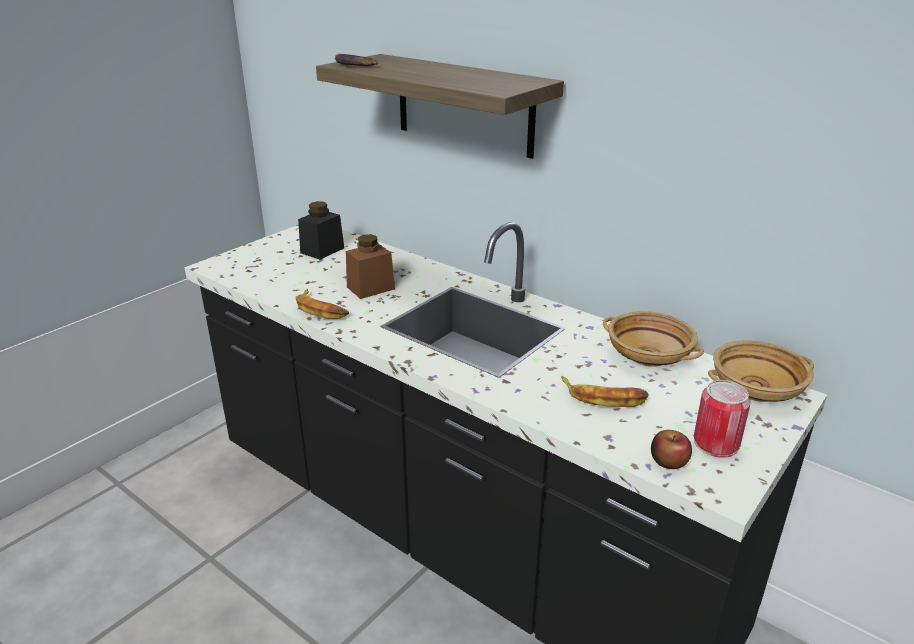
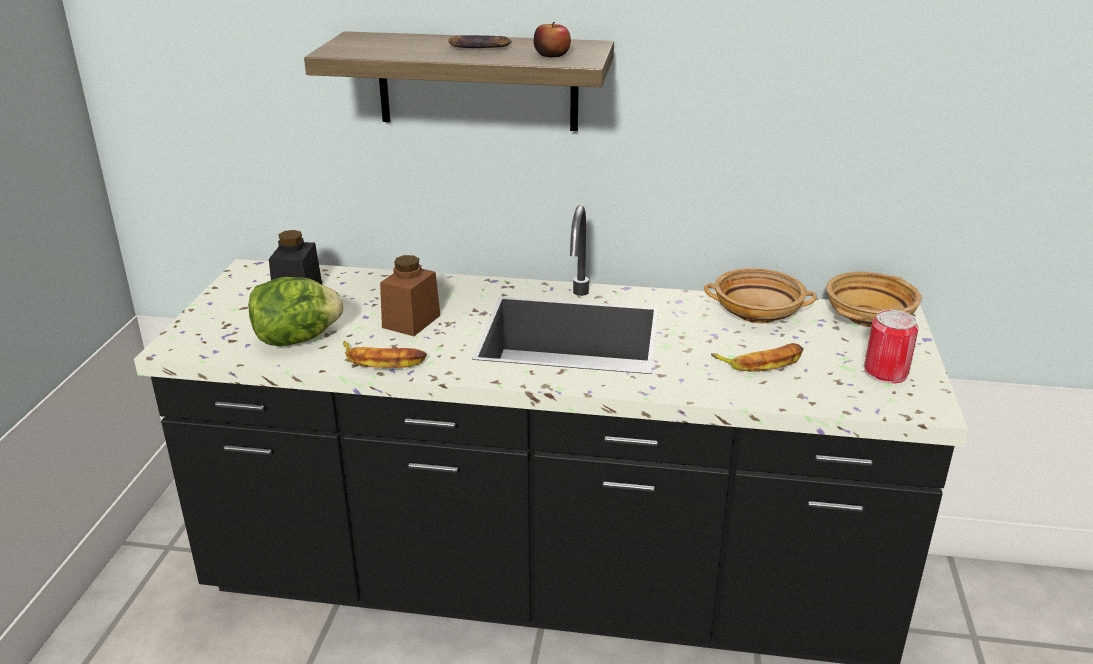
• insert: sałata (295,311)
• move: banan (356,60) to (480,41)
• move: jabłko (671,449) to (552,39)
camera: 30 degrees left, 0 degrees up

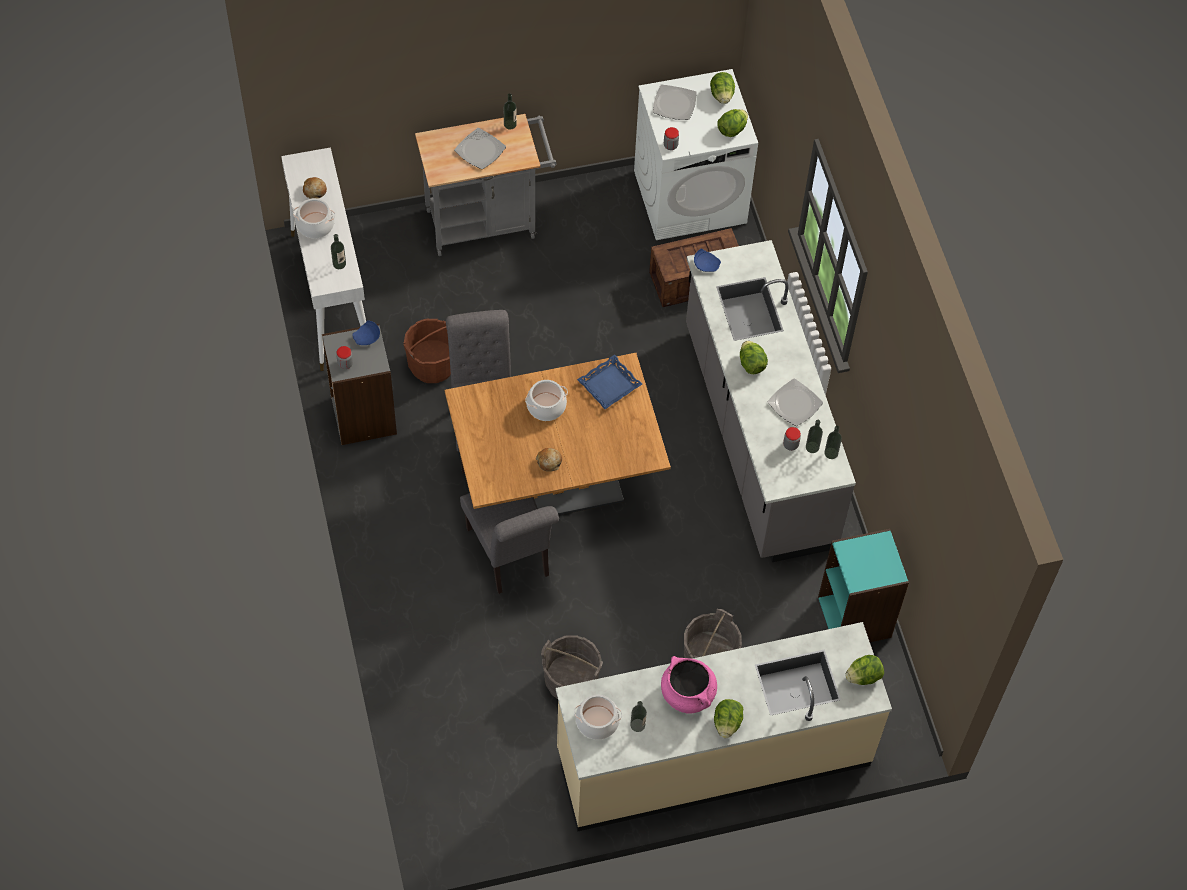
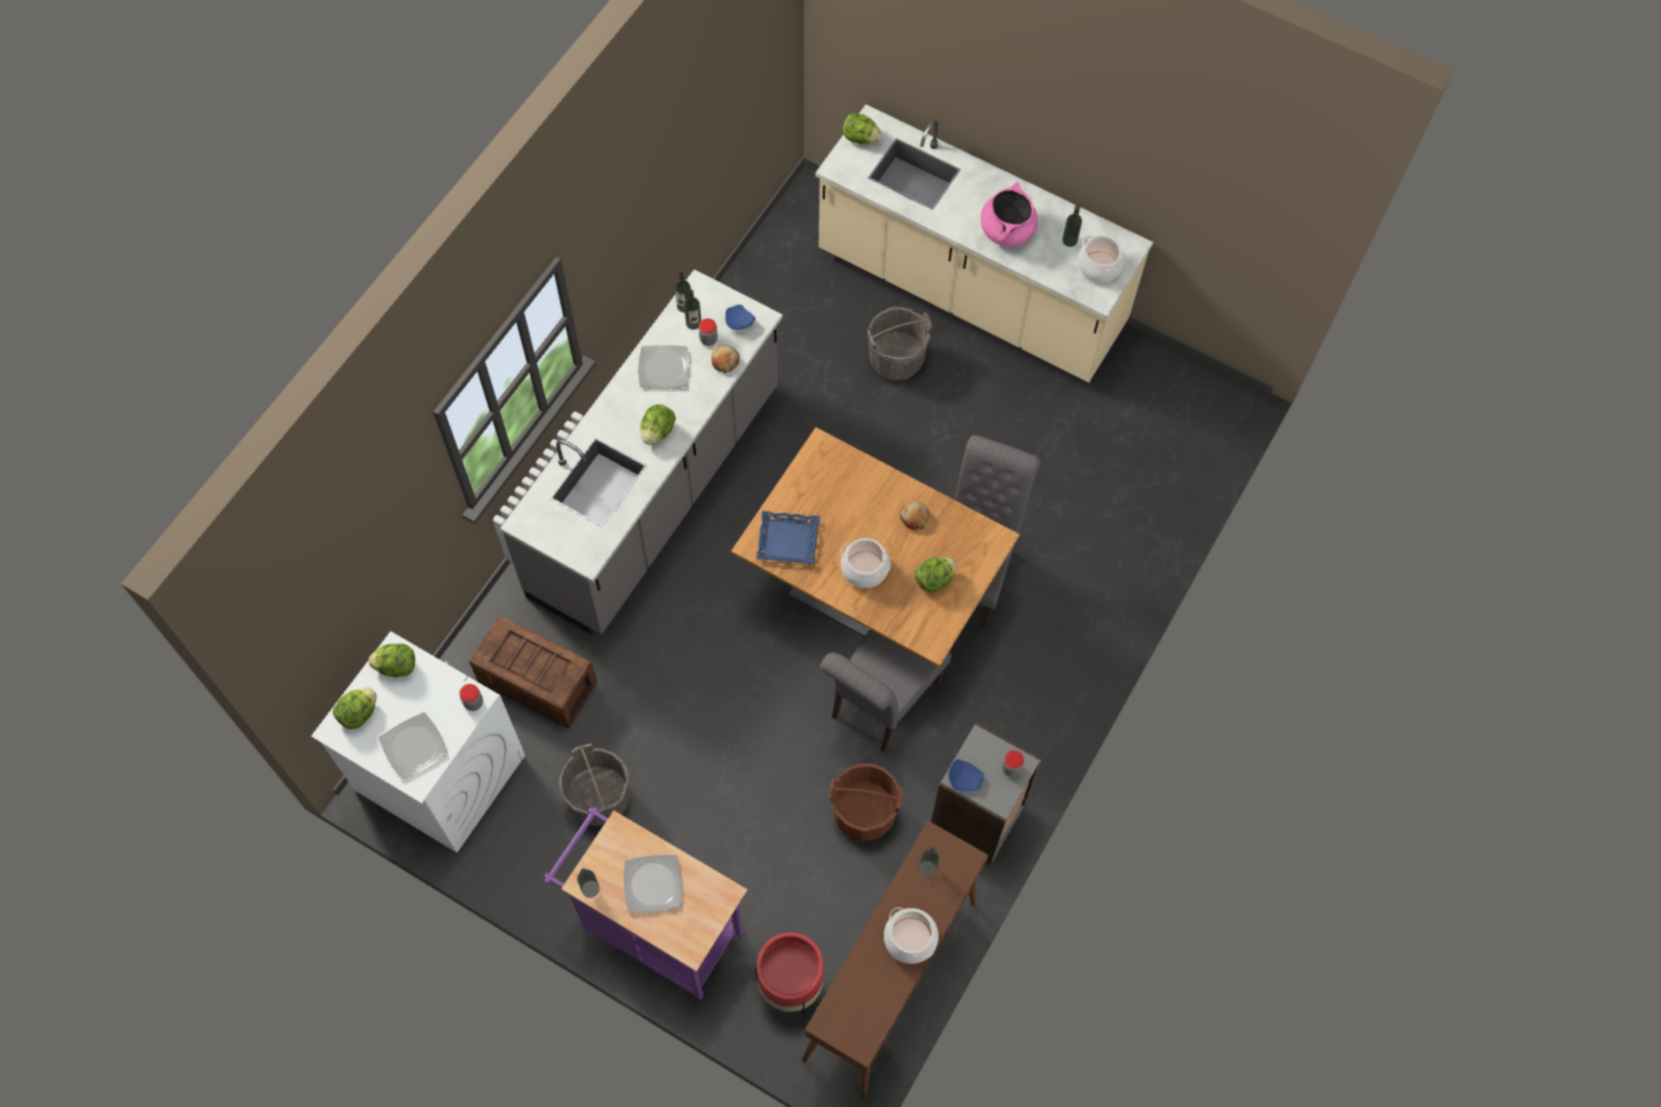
• recolor: wózek (szary) (485,185) to wózek (fioletowy) (646,903)
• move: wiadro (szary) (572,667) to (594,784)
• move: chleb (315,188) to (726,359)
• move: talerz (niebieski) (707,260) to (740,317)
• insert: donica (czerwony) (789,974)
• recolor: stolik konsolowy (biały) (323,259) to stolik konsolowy (brązowy) (895,960)
• move: sałata (728,718) to (935,574)
• delete: regał (turkusowy) (863,585)
camera: 135 degrees left, 5 degrees up

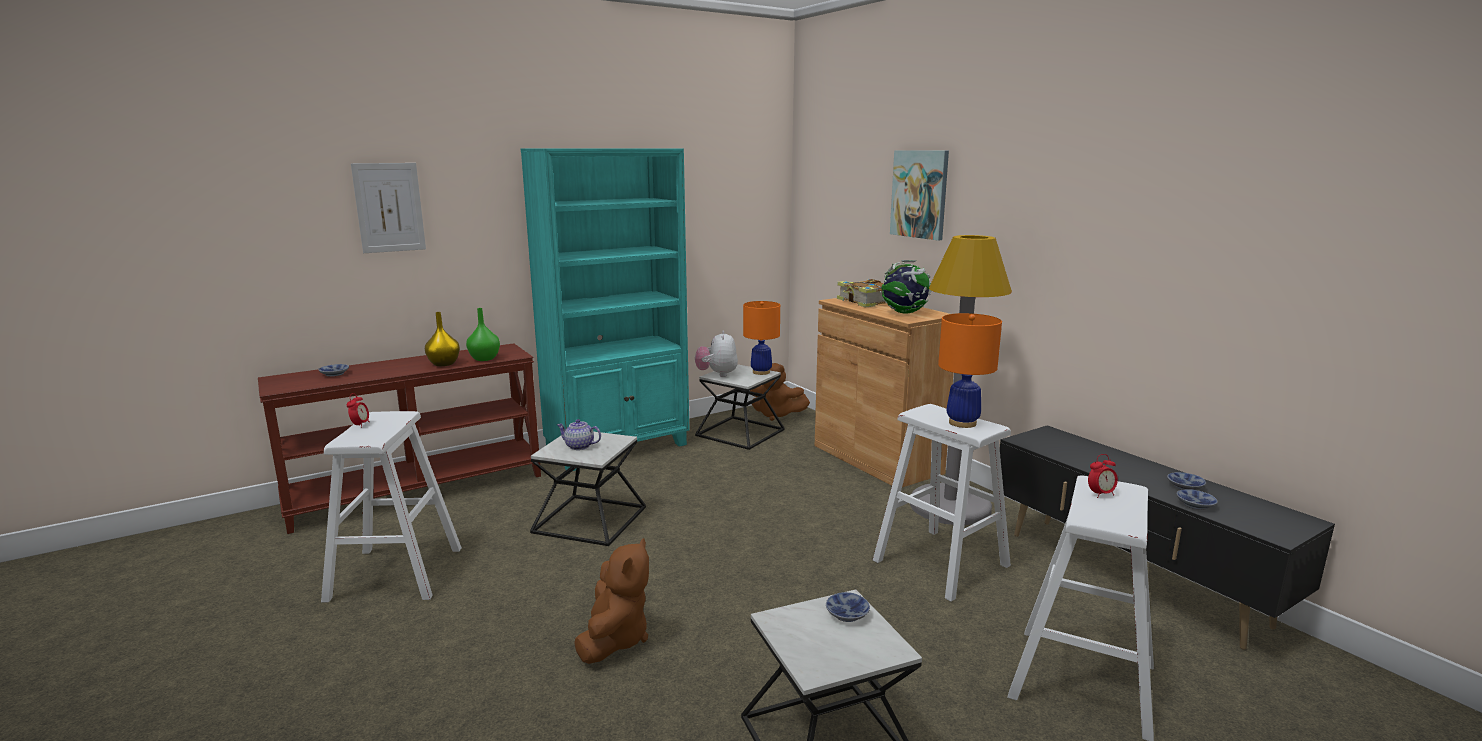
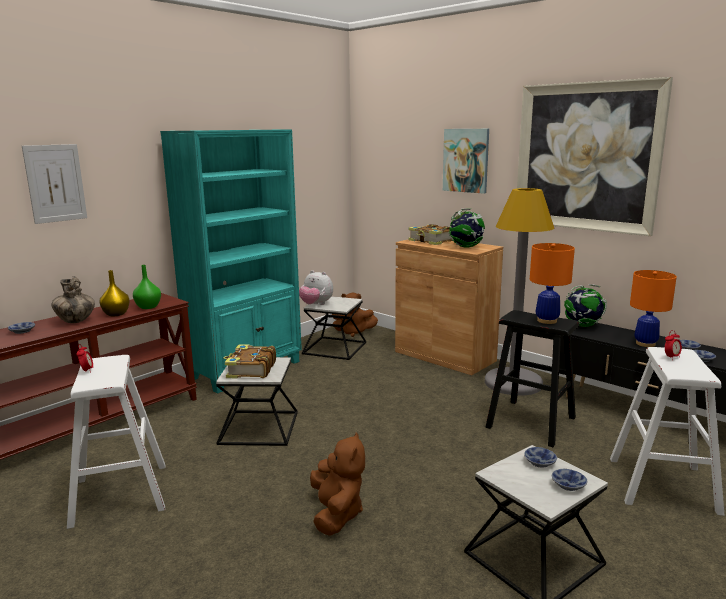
• insert: wazon (73,299)
• replace: imbryk (579,434) to książka (249,361)
• rotate: pluszak (716,353) = (316,287) 45 degrees counterclockwise
• recolor: stołek (biały) (942,502) to stołek (czarny) (533,378)
• insert: obraz (595,156)
• insert: miska (569,480)
• insert: globus (585,305)
• move: lampa stołowa (pomarańczowy) (761,338) to (653,308)
camera: 15 degrees left, 0 degrees up

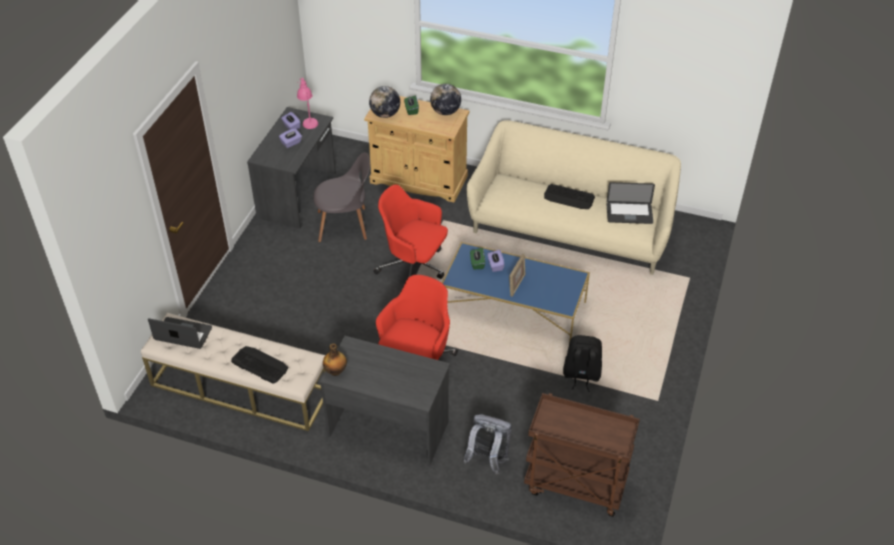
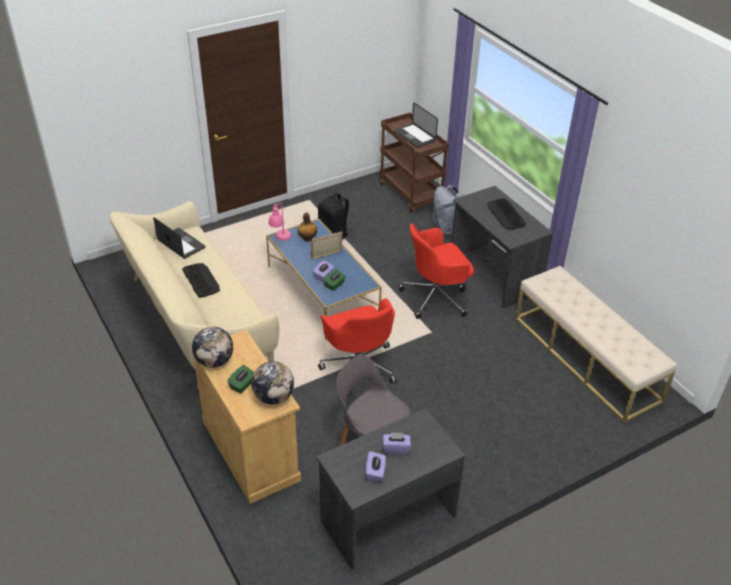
• move: lampa stołowa (różowy) (307,103) to (280,221)
• move: butelka (335,359) to (307,227)
• move: laptop (180,333) to (416,125)
• move: klawiatura (260,365) to (506,213)
camera: 140 degrees left, 5 degrees down

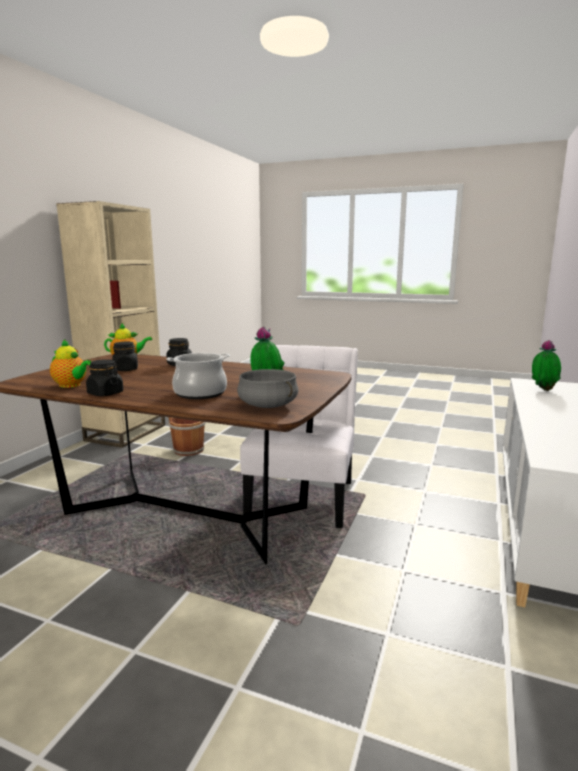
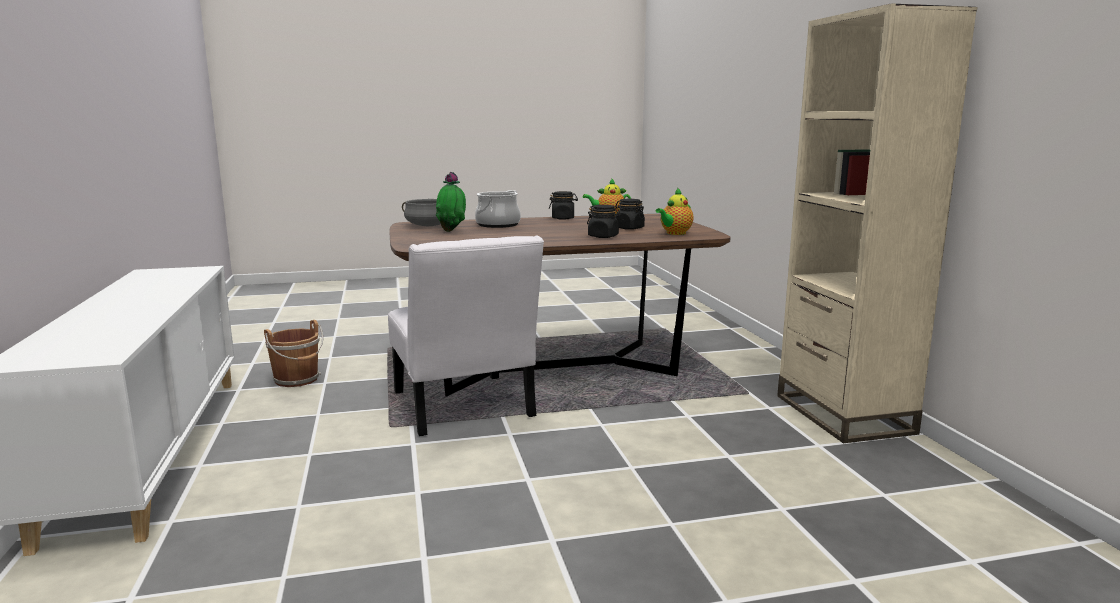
• move: wiadro (brązowy) (187,436) to (293,353)
• delete: roślina doniczkowa (546,365)
camera: 145 degrees right, 0 degrees up

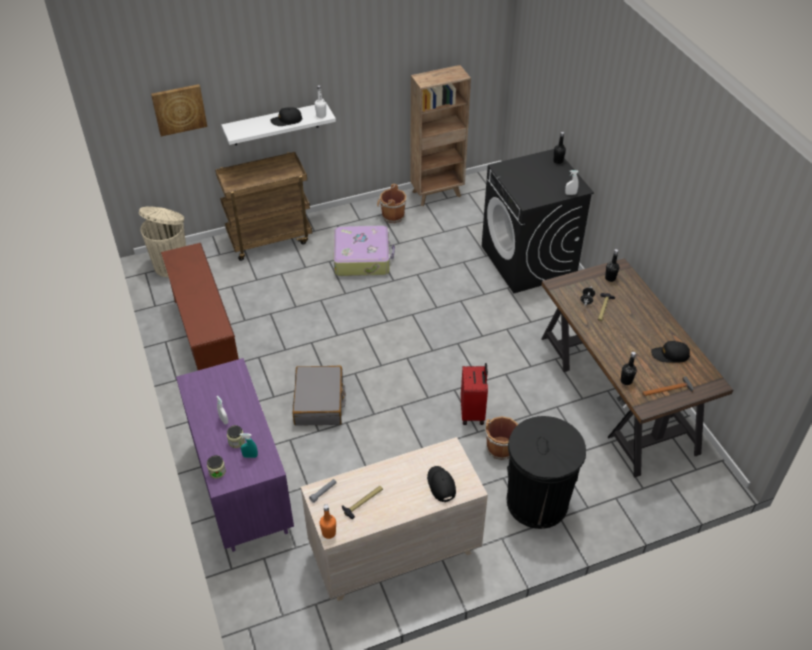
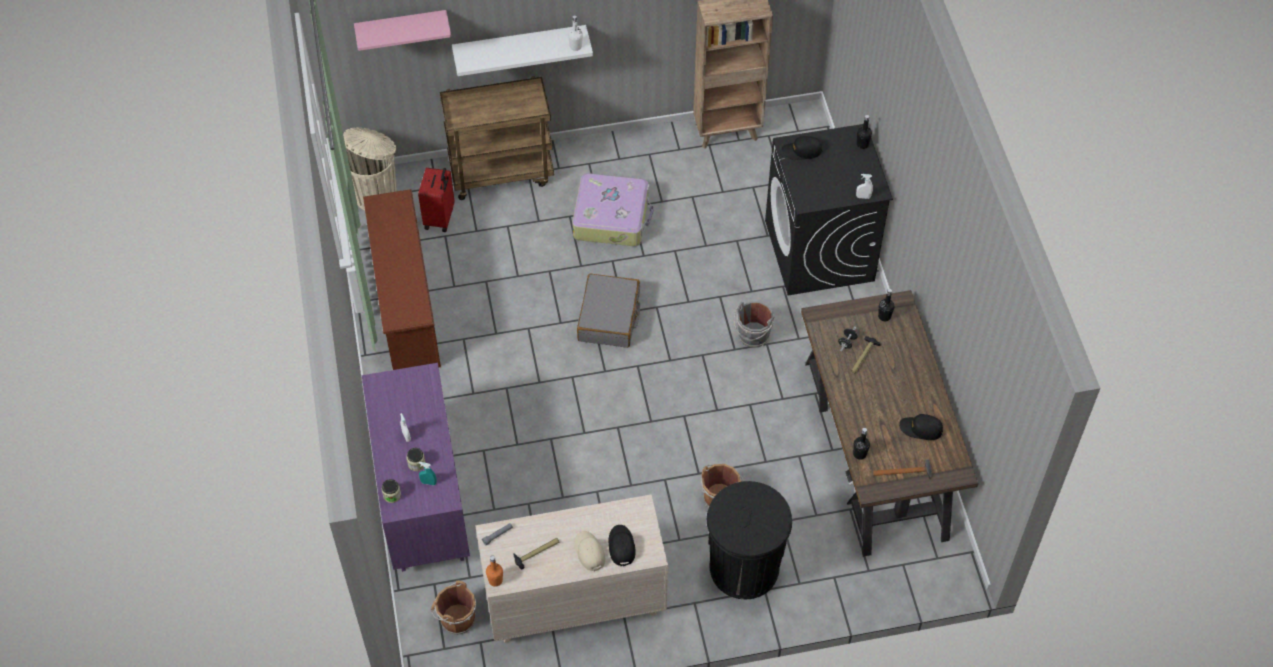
• replace: obraz (179,110) to półka (różowy) (402,30)
• move: walizka (czerwony) (474,394) to (436,200)
• move: wiadro (brązowy) (392,203) to (453,608)
• insert: czapka z daszkiem (beżowy) (589,551)
• move: walizka (szary) (319,395) to (608,310)
• insert: wiadro (szary) (754,325)
• move: czapka z daszkiem (czarny) (286,116) to (802,148)
camera: 10 degrees right, 10 degrees up

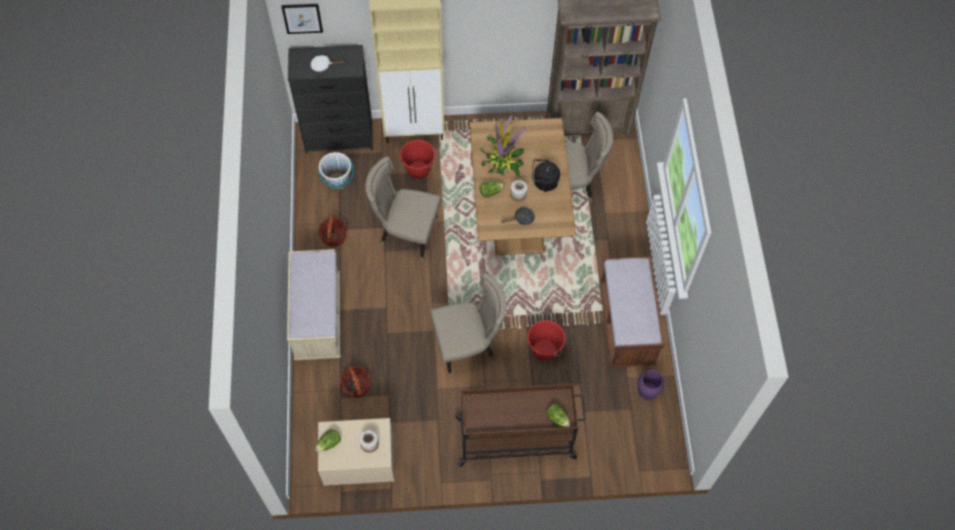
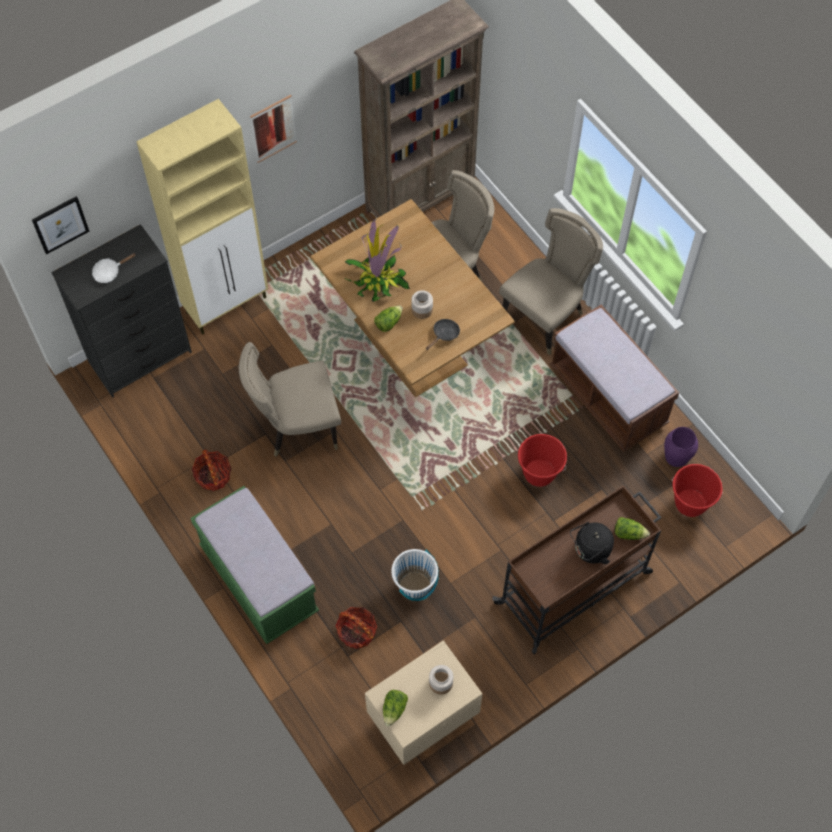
• recolor: ławka (beżowy) (314,304) to ławka (zielony) (254,565)
• insert: obraz (273,129)
• move: wiadro (biały) (336,171) to (415,575)
• move: krzesło (beżowy) (468,325) to (551,281)
• move: czajnik (czarny) (546,175) to (592,543)
• move: wiadro (czerwony) (417,159) to (697,490)
camera: 30 degrees left, 0 degrees up

